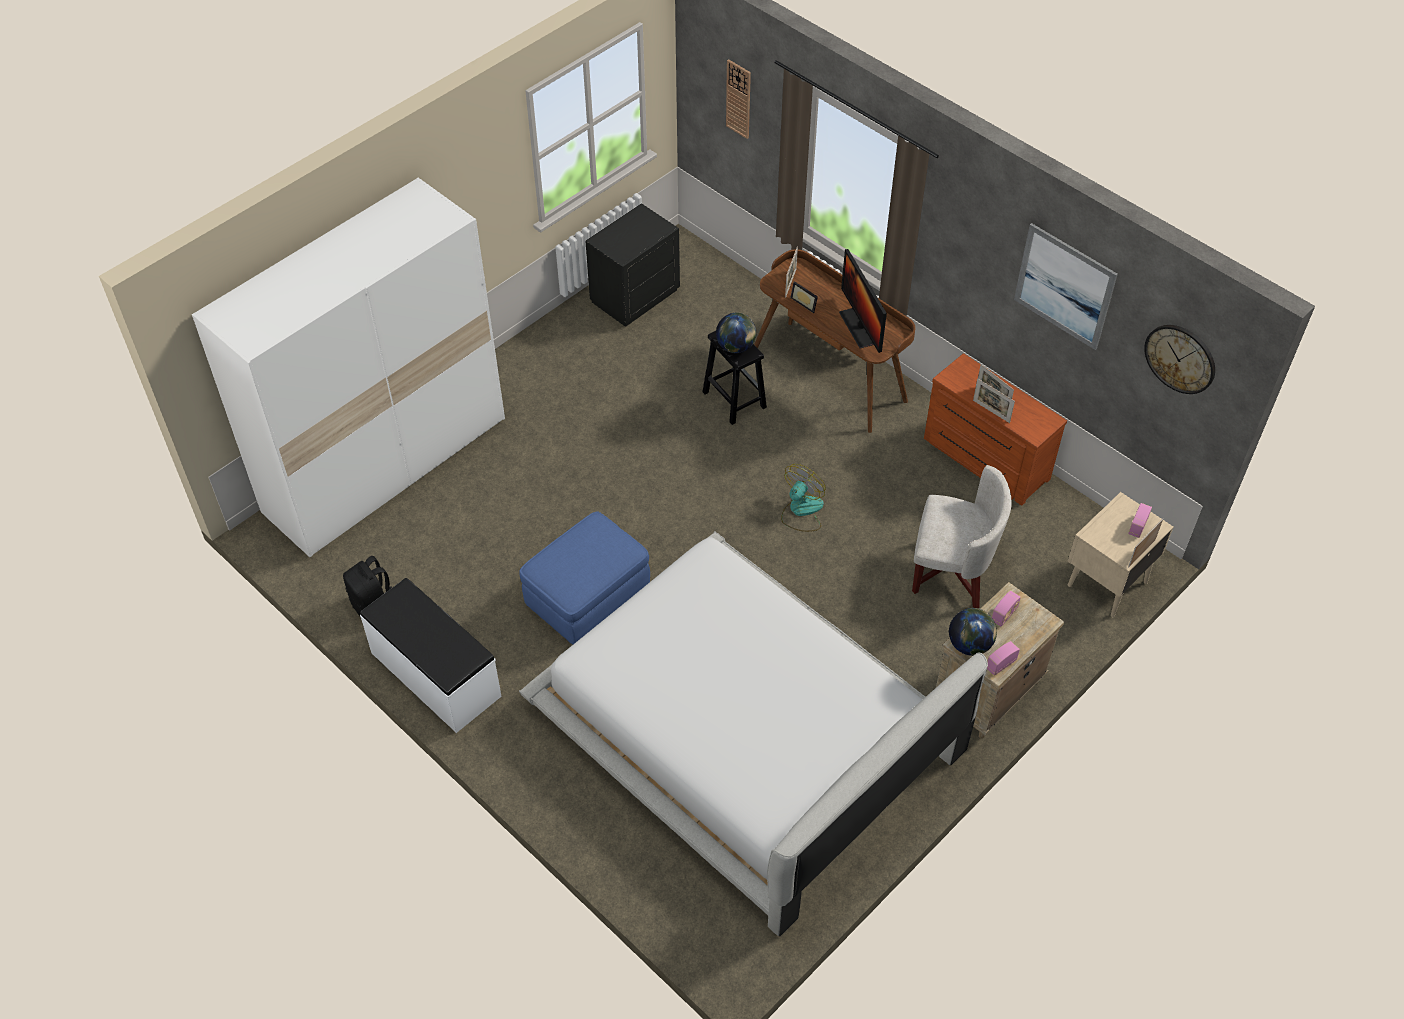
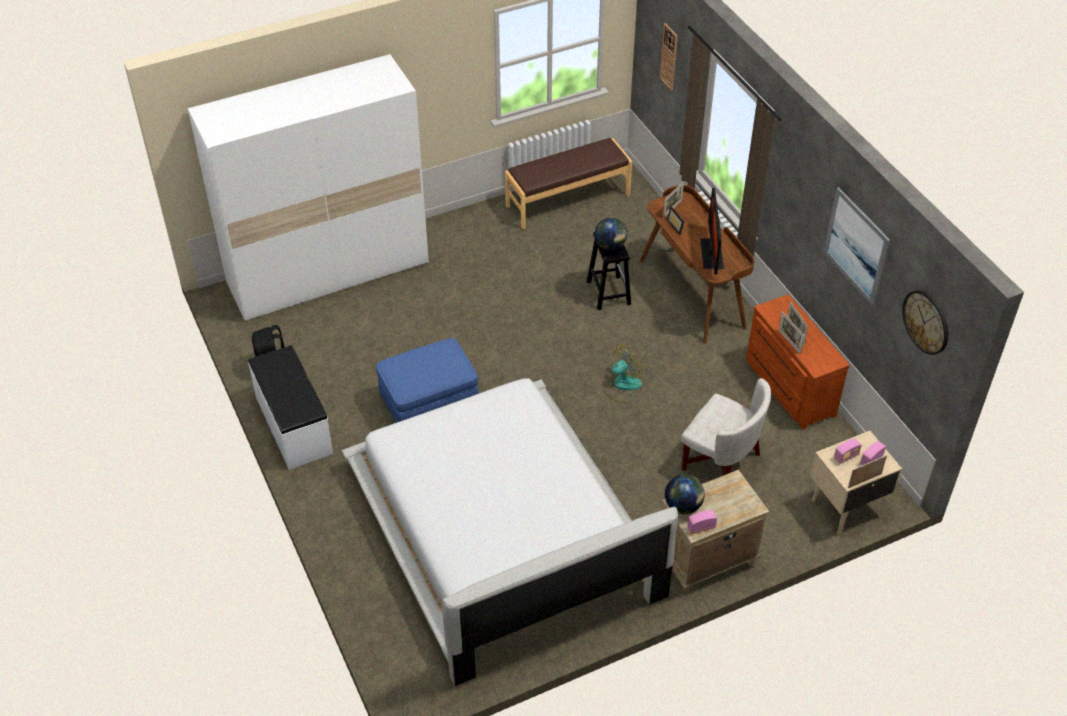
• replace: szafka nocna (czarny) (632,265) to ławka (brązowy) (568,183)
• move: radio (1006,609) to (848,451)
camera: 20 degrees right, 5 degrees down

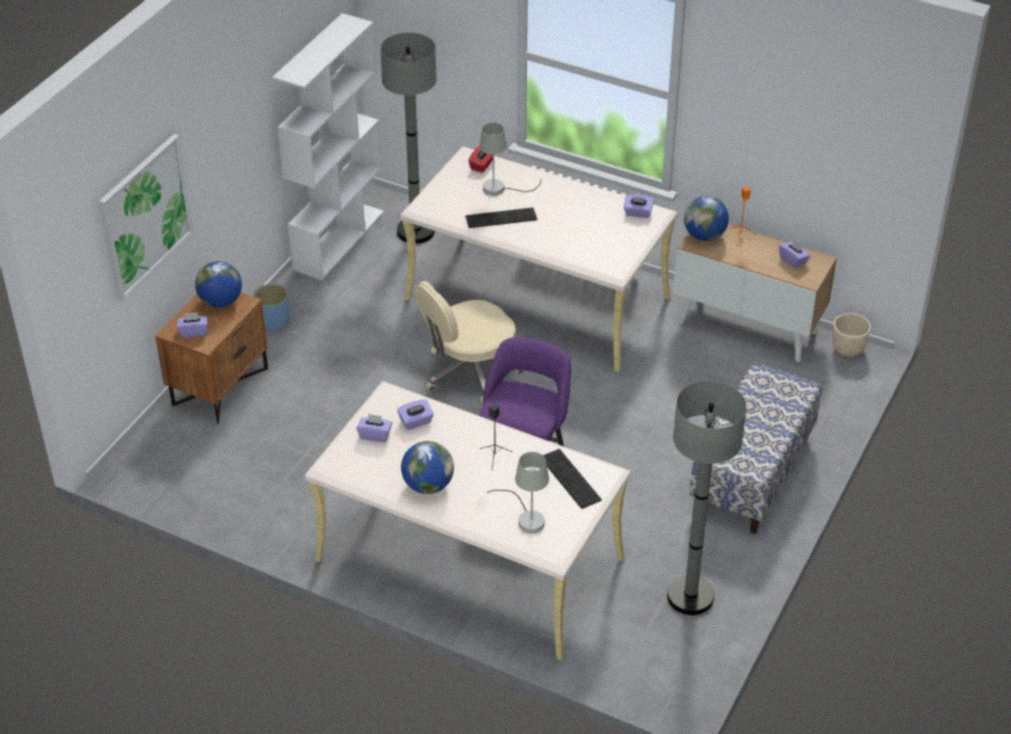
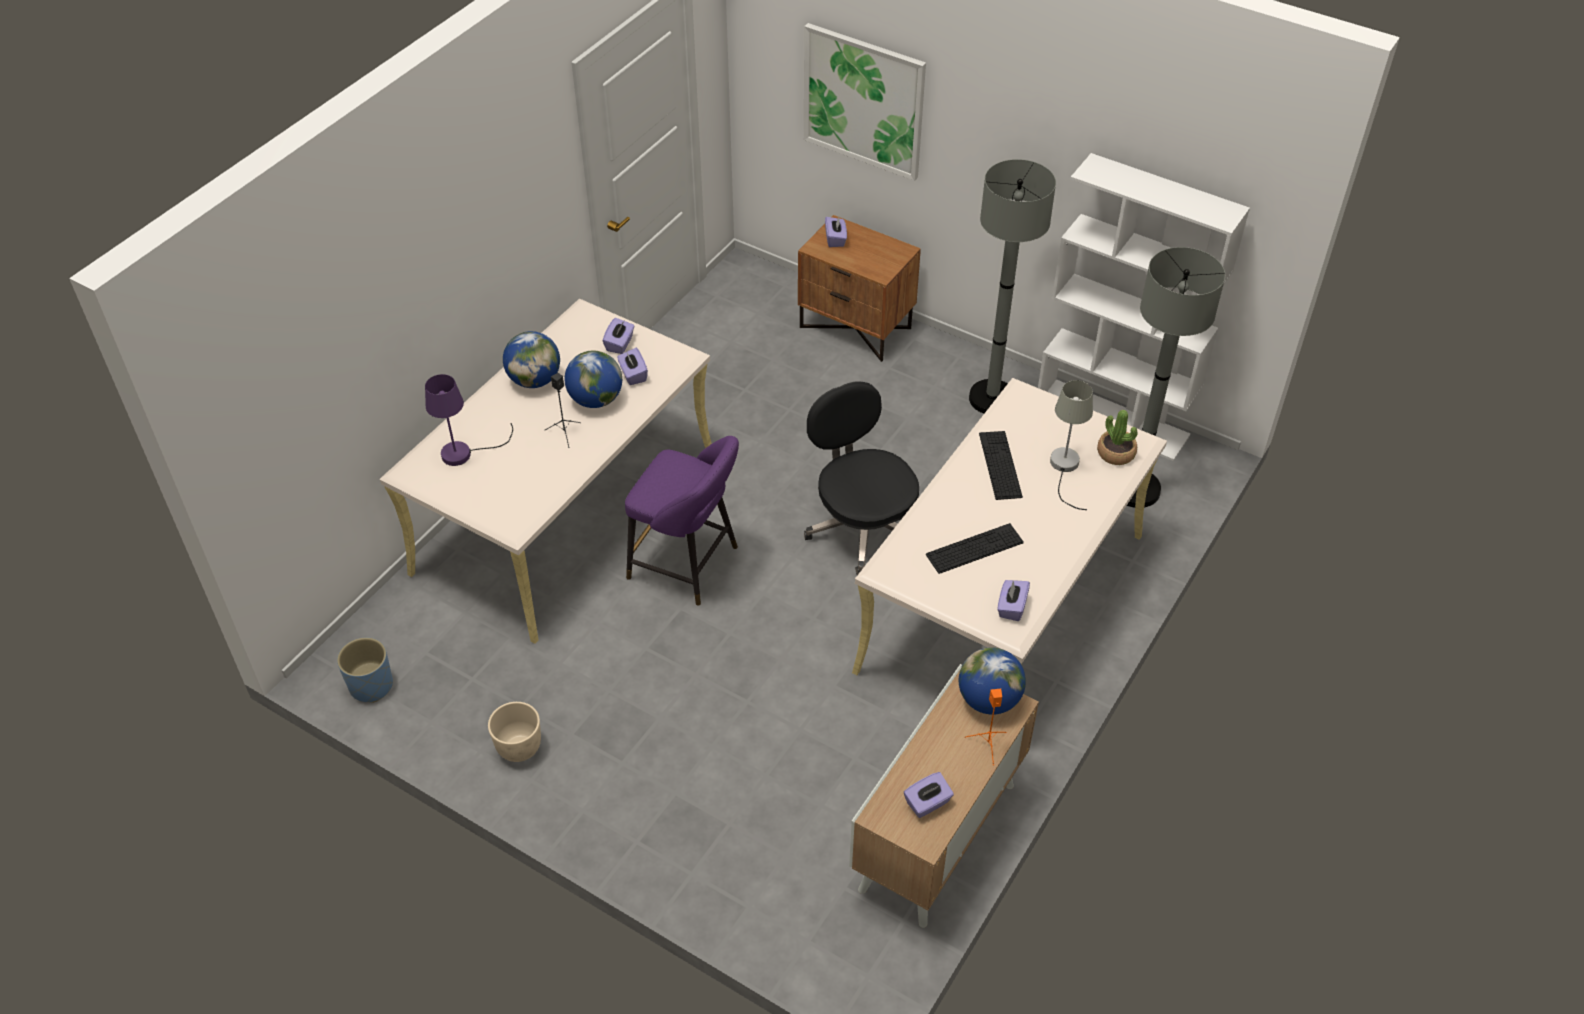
• move: donica (niebieski) (271,308) to (365,670)
• recolor: lampa stołowa (szary) (518,492) to lampa stołowa (fioletowy) (469,420)
• move: donica (beżowy) (852,334) to (514,732)
• move: globus (218,284) to (593,379)
• recolor: krzesło biurowe (beżowy) (469,342) to krzesło biurowe (czarny) (861,478)
• move: klawiatura (572,479) to (975,548)
• move: lampa stojąca (szary) (707,497) to (1012,286)
• replace: pudełko chusteczek (czerwony) (480,159) to roślina doniczkowa (1117,437)
• delete: ławka (755,448)
camera: 95 degrees right, 5 degrees up

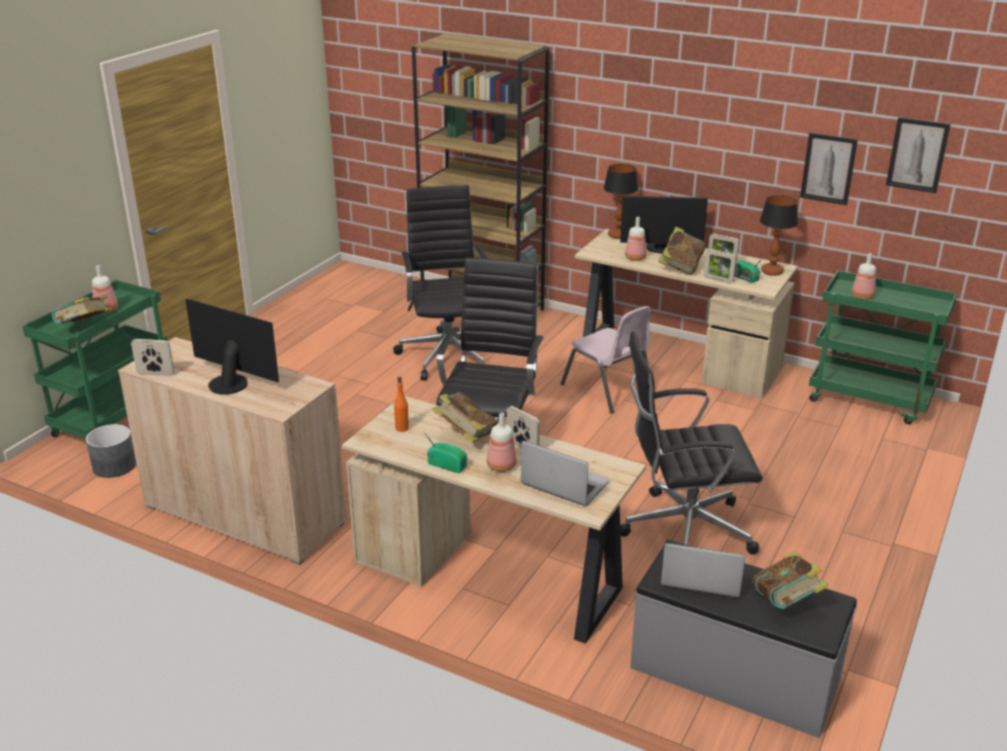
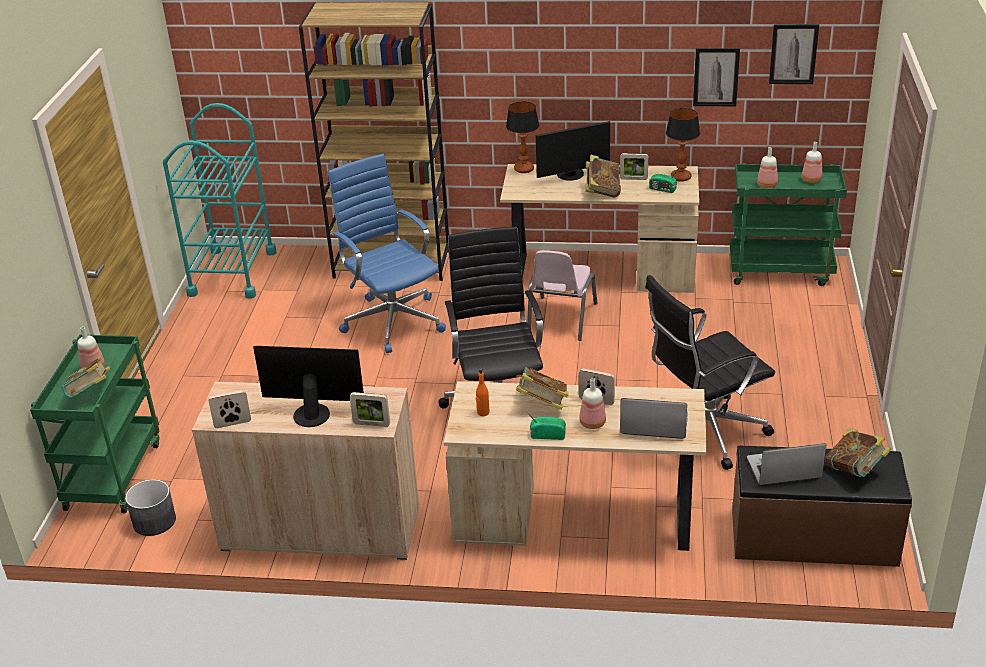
• insert: wózek (turkusowy) (220,201)
• recolor: krzesło biurowe (czarny) (440,282) to krzesło biurowe (niebieski) (387,253)
• move: ramka na zdjęcie (720,266) to (370,409)
• rotate: krzesło (różowy) (606,359) = (562,295) 75 degrees clockwise
• recolor: ławka (szary) (743,639) to ławka (brązowy) (822,506)
• move: butelka (635,239) to (812,162)
camera: 20 degrees left, 5 degrees up

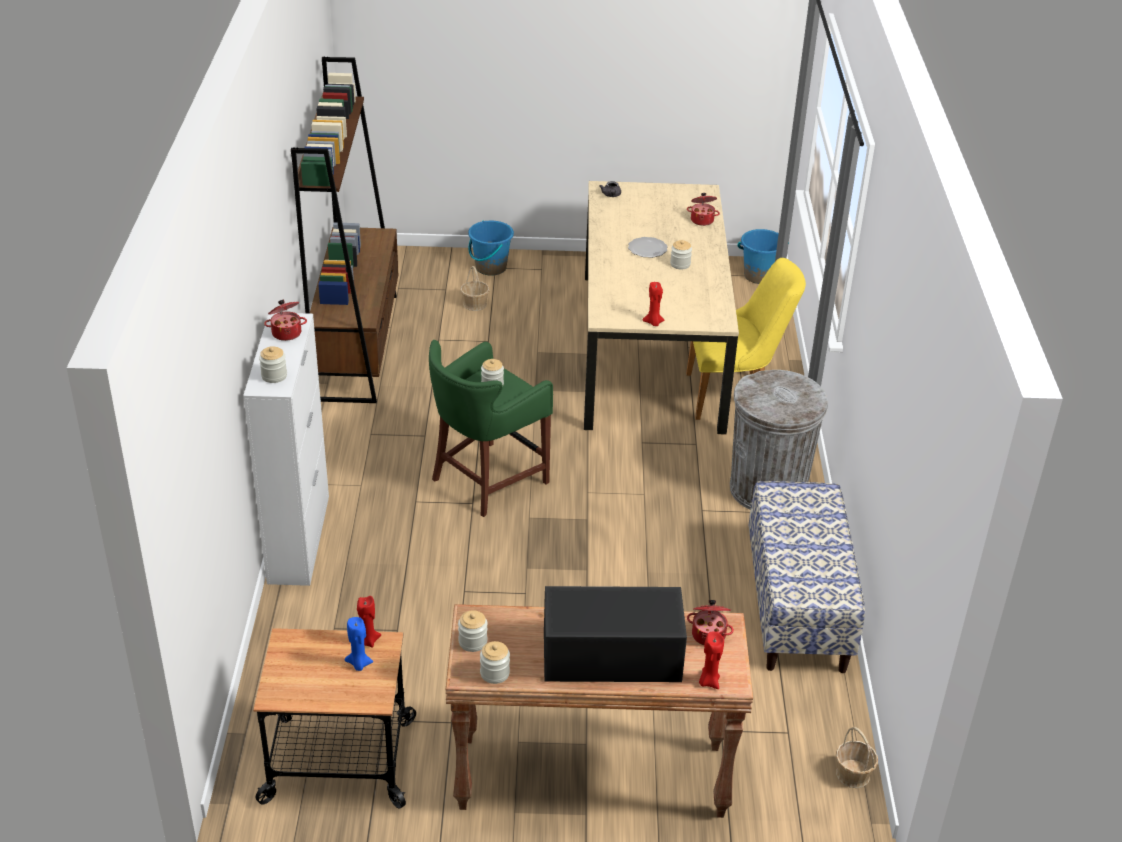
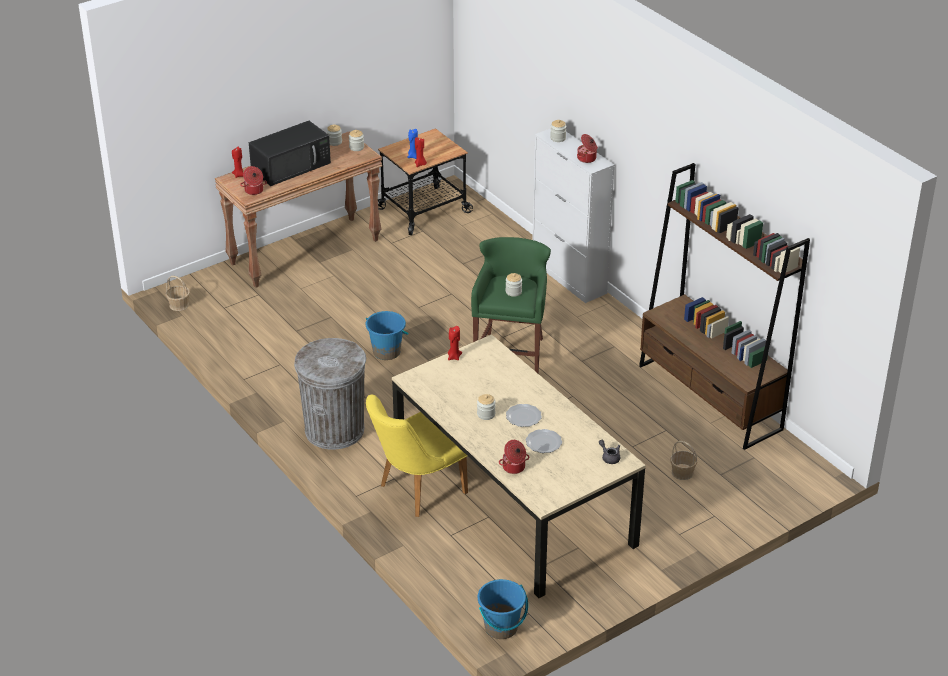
• move: wiadro (niebieski) (491,248) to (387,335)
• insert: talerz (544,441)
• delete: ławka (807,577)
camera: 145 degrees right, 0 degrees up

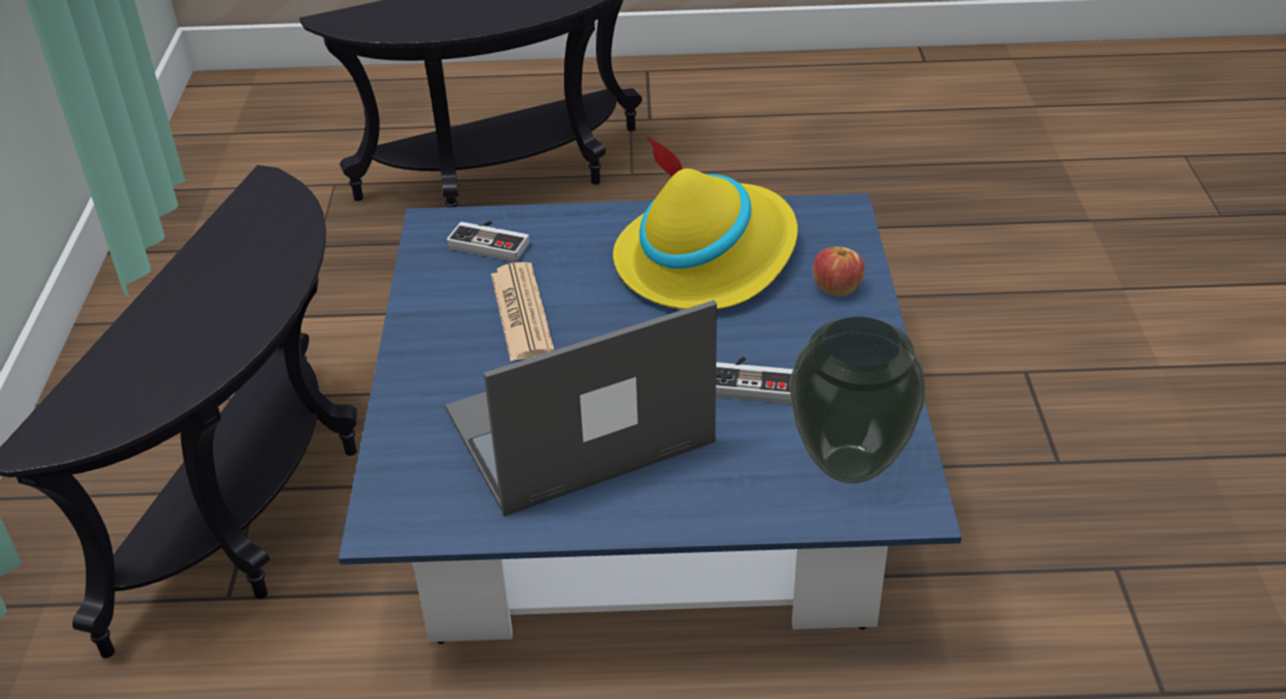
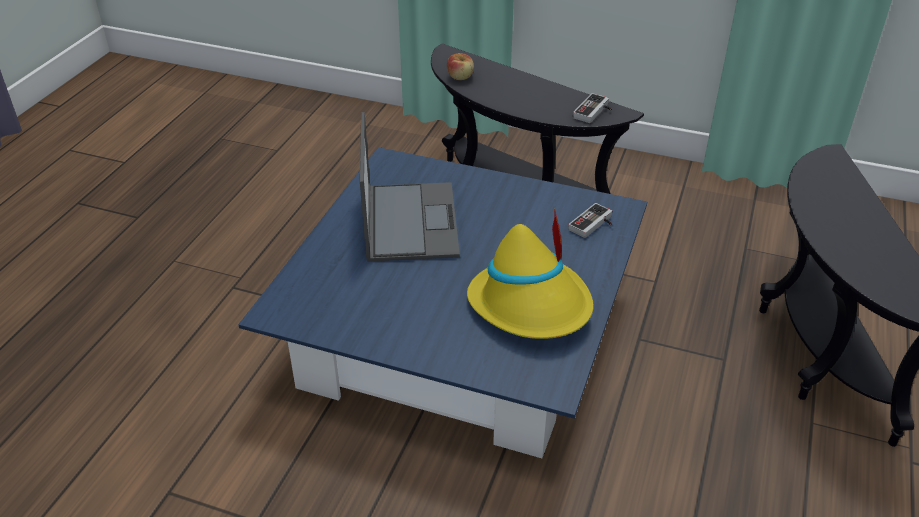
• move: jabłko (838,272) to (460,66)
• move: pad do gier (754,380) to (592,108)
• delete: gazeta (522,311)
• delete: wazon (857,400)
camera: 110 degrees right, 0 degrees up

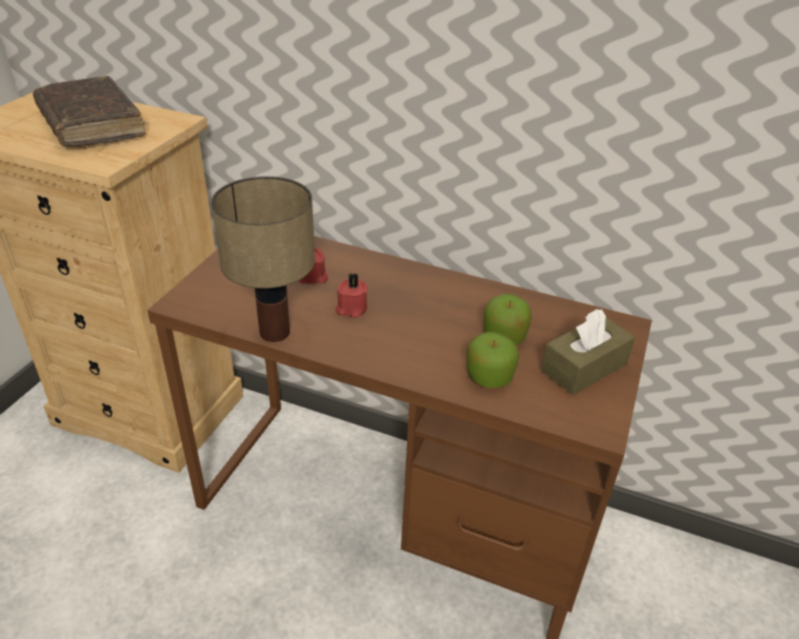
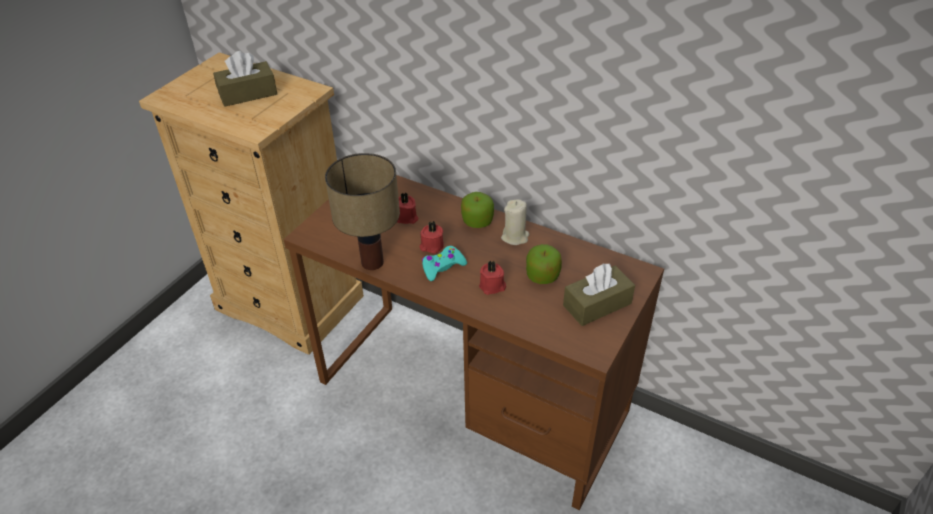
• replace: książka (brązowy) (89,111) to pudełko chusteczek (brązowy) (245,79)
• insert: pad do gier (turkusowy) (444,263)
• move: jabłko (492,360) to (477,210)
• insert: świeca (czerwony) (492,278)
• insert: świeca (beżowy) (515,222)
camera: 10 degrees right, 5 degrees up

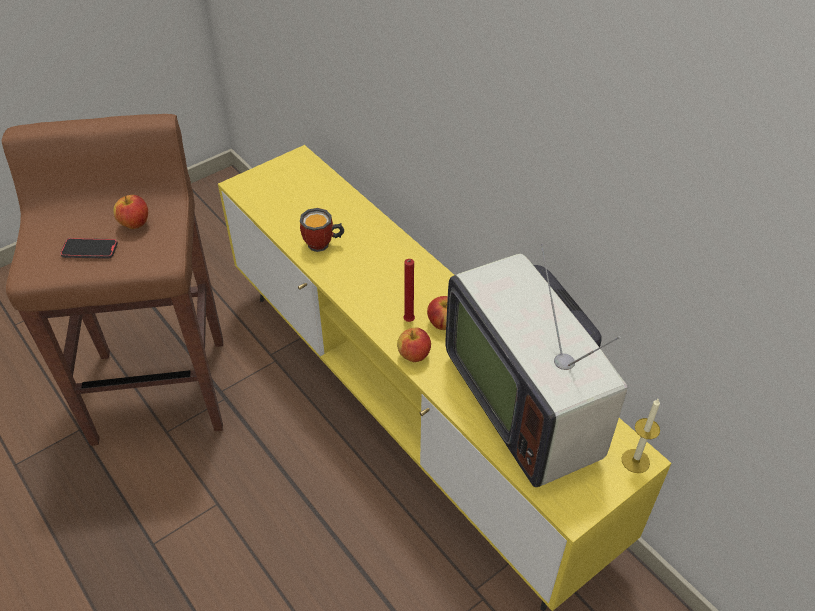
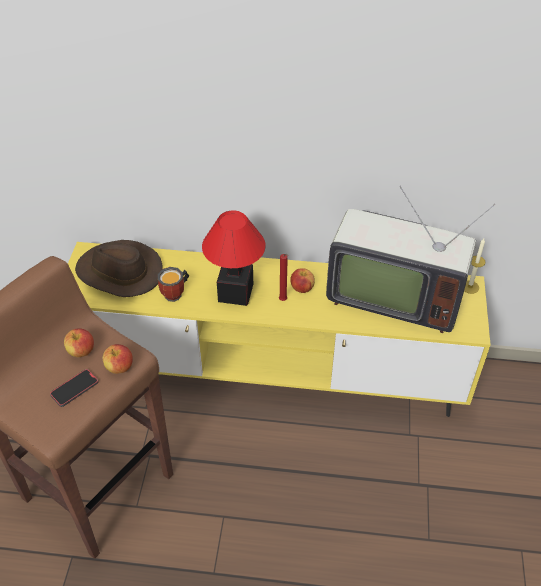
• insert: kapelusz (brązowy) (119,268)
• move: jabłko (414,345) to (118,359)
• insert: lampa stołowa (234,258)
camera: 45 degrees left, 0 degrees up

